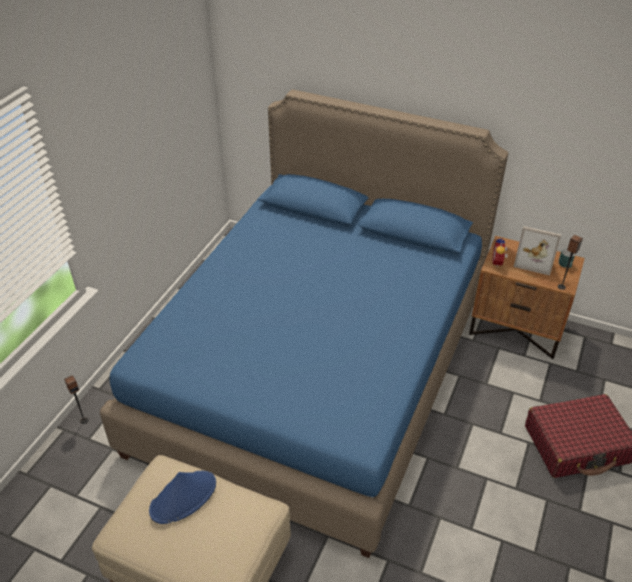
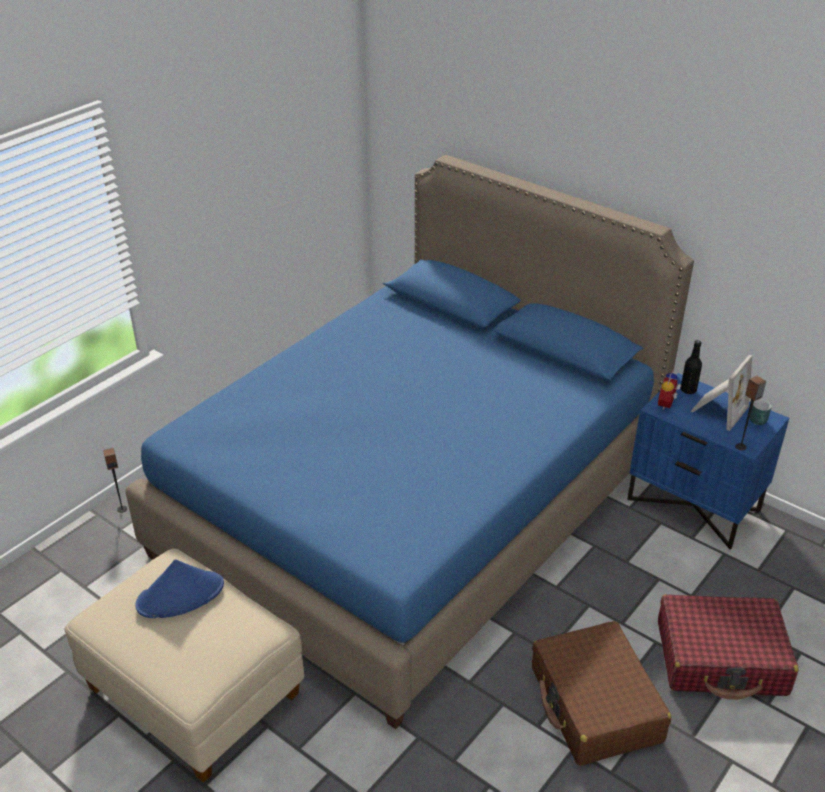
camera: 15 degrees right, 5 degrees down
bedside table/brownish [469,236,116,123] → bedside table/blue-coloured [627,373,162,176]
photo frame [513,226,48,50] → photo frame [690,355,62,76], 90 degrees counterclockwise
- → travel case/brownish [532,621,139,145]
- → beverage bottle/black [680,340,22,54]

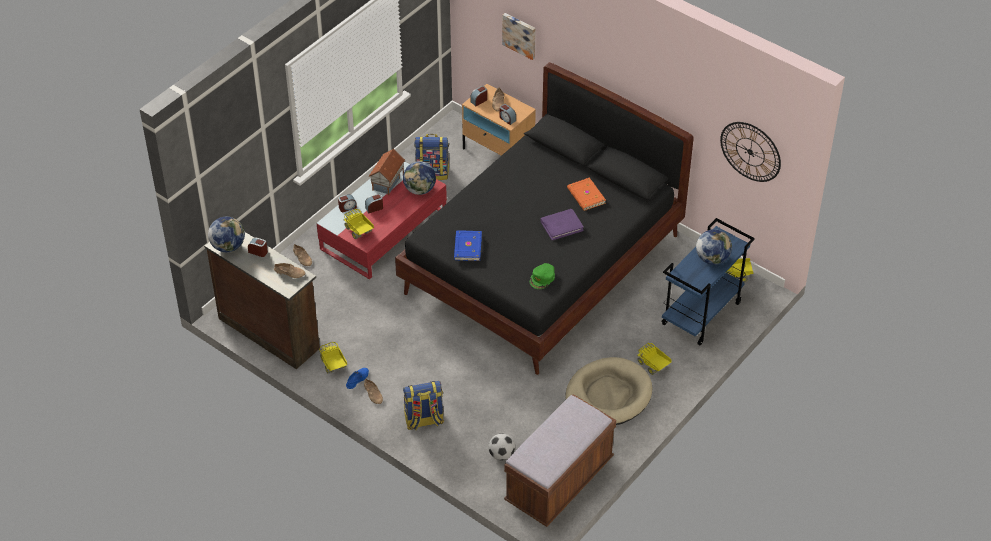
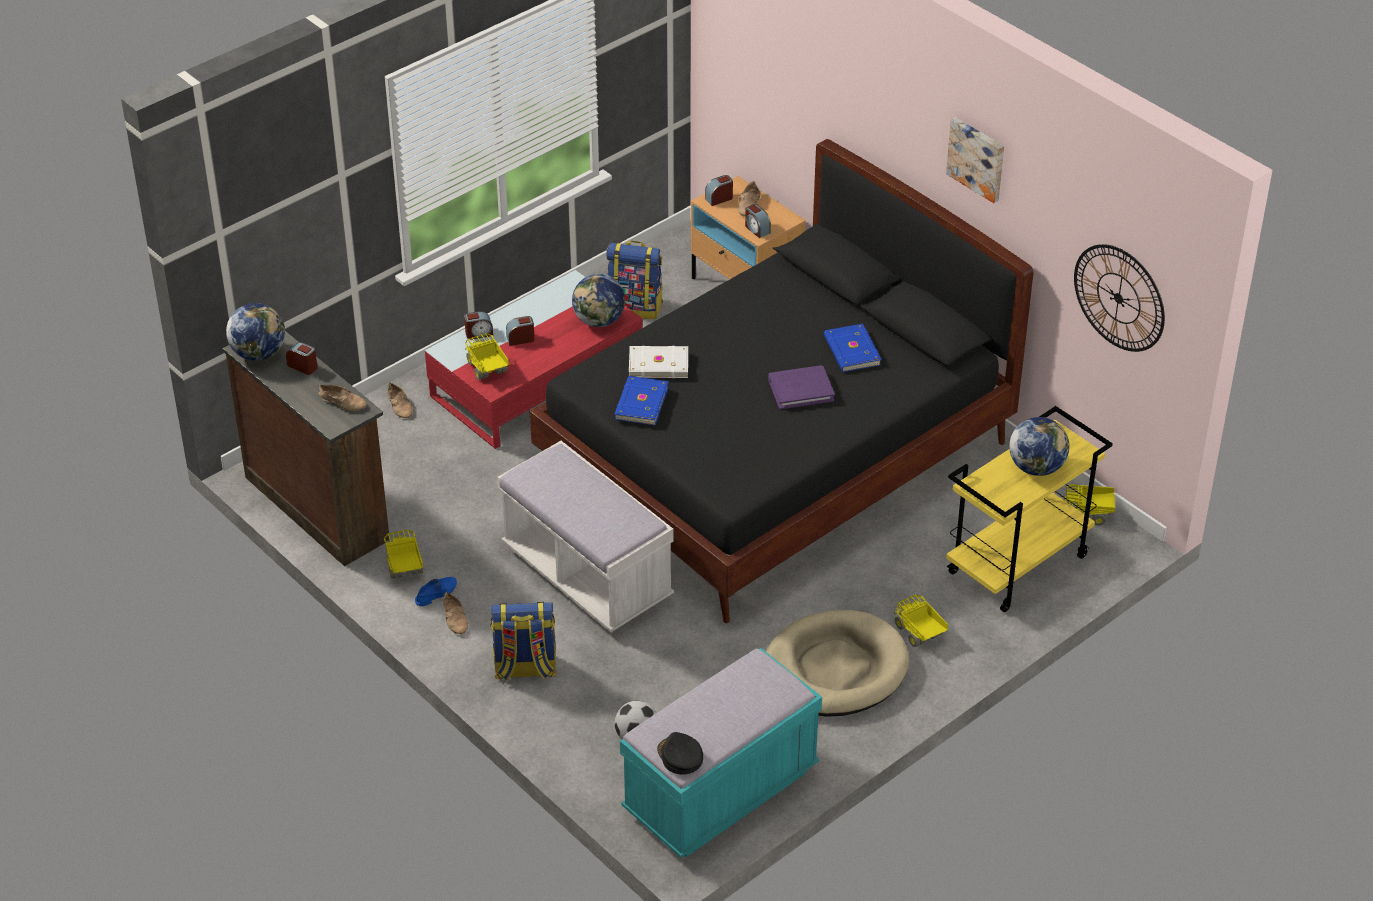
camera: 10 degrees right, 5 degrees down
miniature house [369,149,36,46] → -
wall picture [502,13,34,47] → wall picture [946,117,58,86], move
long seat/brownish [504,394,112,133] → long seat/turquoise [620,648,202,210]
cap/green-coloured [530,263,25,26] → -
volume/orangey [567,178,39,33] → volume/blue-coloured [824,324,58,48]
wheeled cart/blue-coloured [661,218,94,127] → wheeled cart/yellow-coloured [946,406,167,206]
- → long seat/whitish [497,441,177,191]
- → volume/whitish [629,346,59,32]
- → cap/black [657,732,46,43]

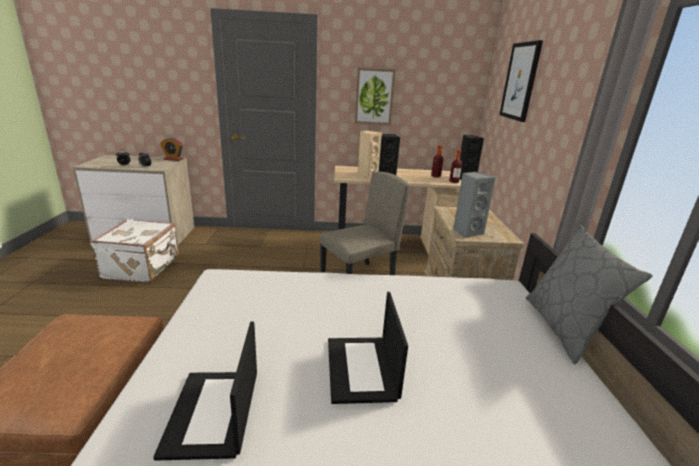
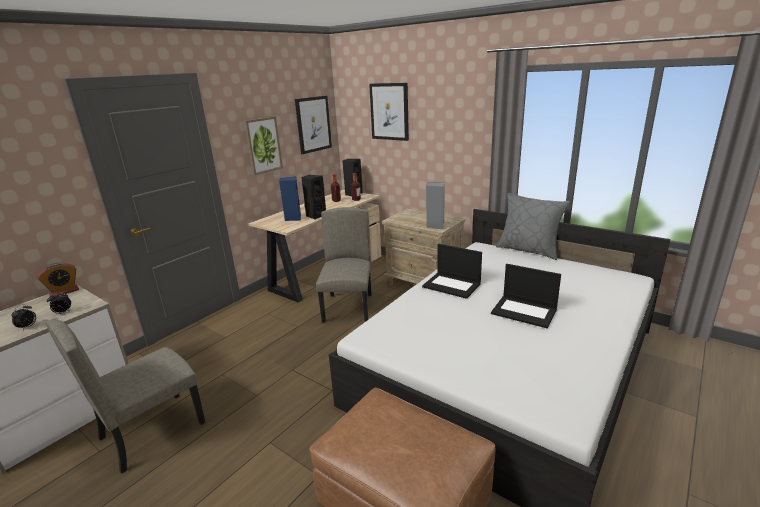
camera: 50 degrees left, 0 degrees up
travel case/whitish [90,219,89,64] → upright chair/beige [45,319,160,155]
notebook computer [153,321,104,140] → notebook computer [422,244,60,55], move
loudspeaker/beige [358,130,24,47] → loudspeaker/blue-coloured [279,176,22,45]
- → wall picture [295,96,37,58]

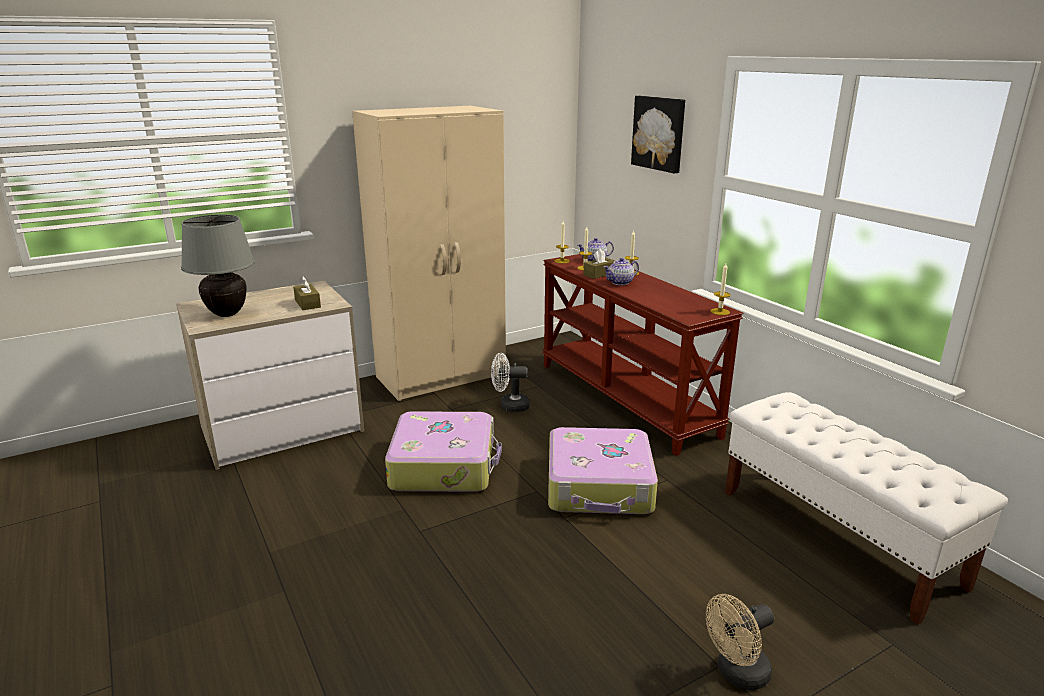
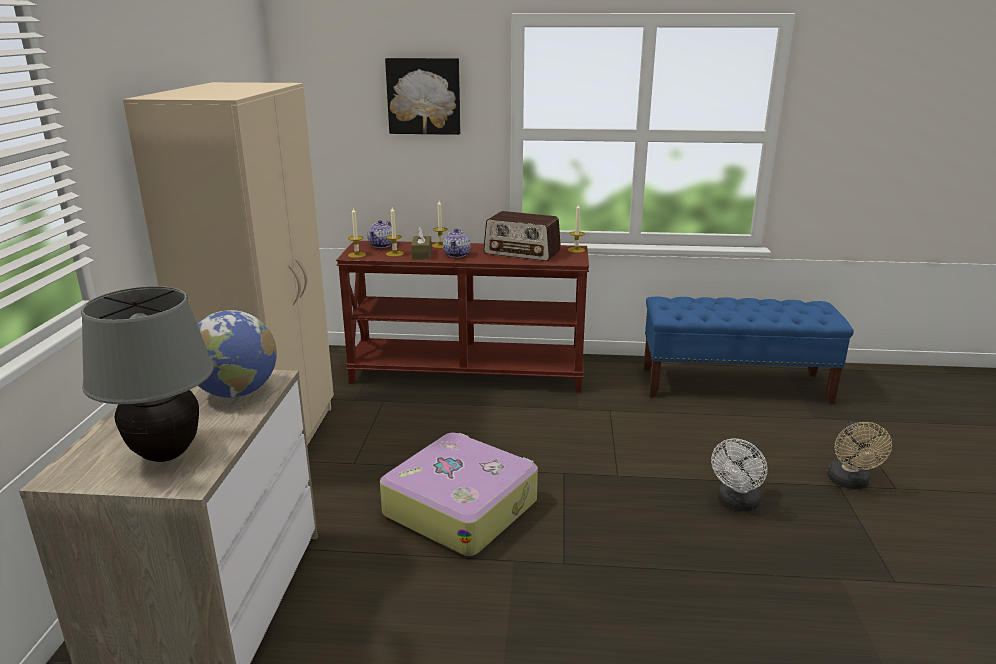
camera: 55 degrees left, 0 degrees up
tissue holder/brownish [293,276,28,34] → desk globe [197,310,80,88]
cooling fan/whitish [491,353,39,59] → cooling fan/whitish [711,439,57,73], move
travel case [548,427,110,87] → -
long seat/whitish [725,392,283,233] → long seat/blue-coloured [643,296,211,108]
- → radio set [483,211,78,50]

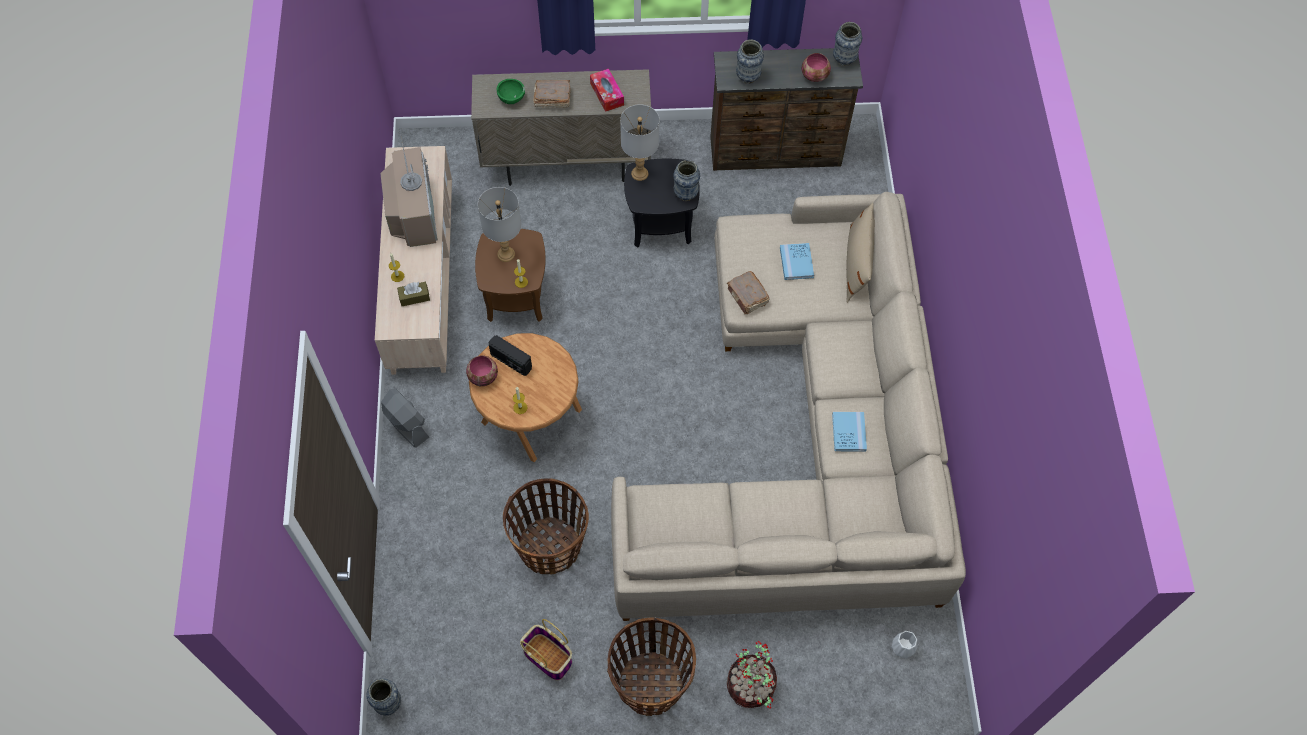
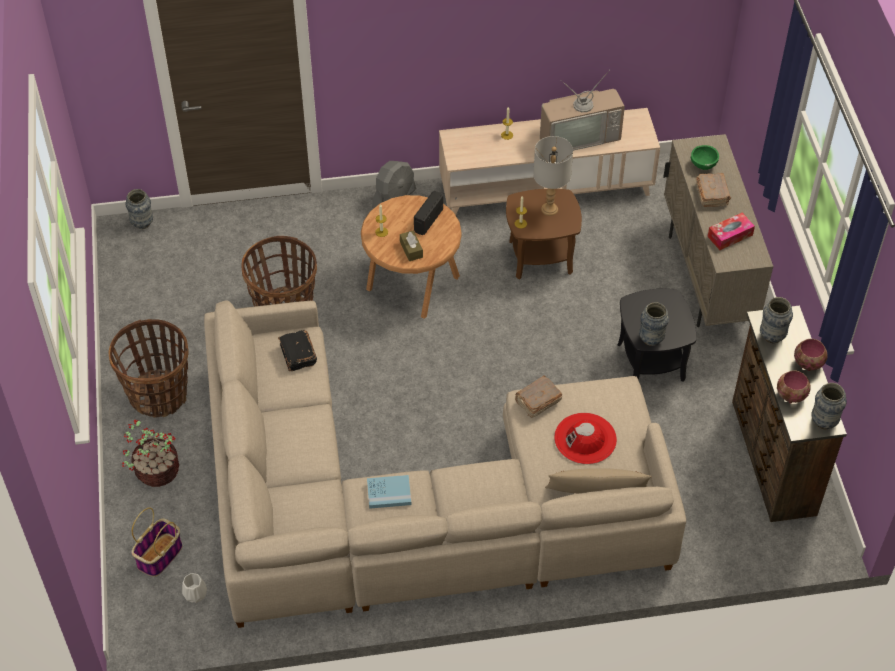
camera: 85 degrees right, 10 degrees down
tissue holder/brownish [397,282,33,24] → tissue holder/brownish [400,231,23,30], move
deep dish [466,356,32,30] → deep dish [794,339,34,32], move
basket [520,619,52,61] → basket [132,507,50,70], move
table lamp/greyish [620,104,39,77] → -
volume/blue-coloured [780,243,34,37] → hat/red-coloured [554,413,63,51]
- → volume/black [278,330,39,41]

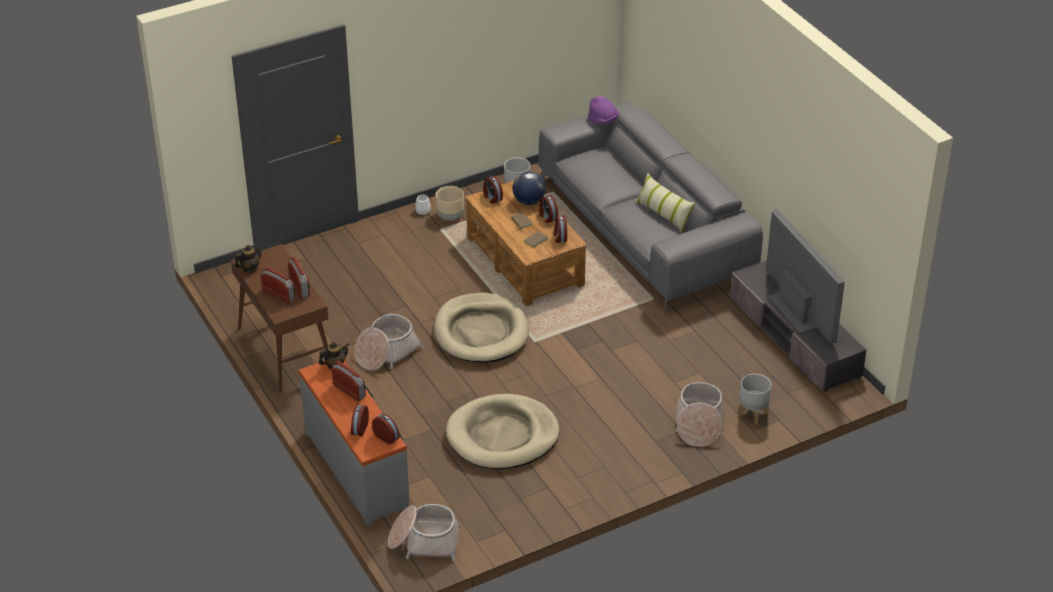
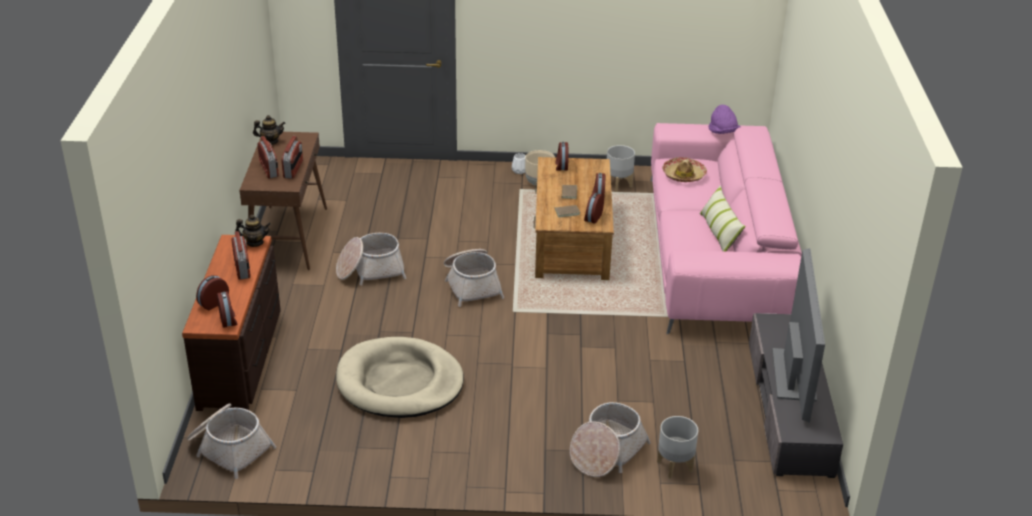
camera: 30 degrees right, 5 degrees down
drawer chest/greyish [299,361,110,165] → drawer chest/brownish [182,235,99,176]
dog cushion/beige [434,293,95,70] → basket [444,249,60,58]
desk globe [513,172,33,33] → -
settee/greyish [539,102,224,212] → settee/pinkish [650,123,152,211]
- → hat [662,157,45,25]

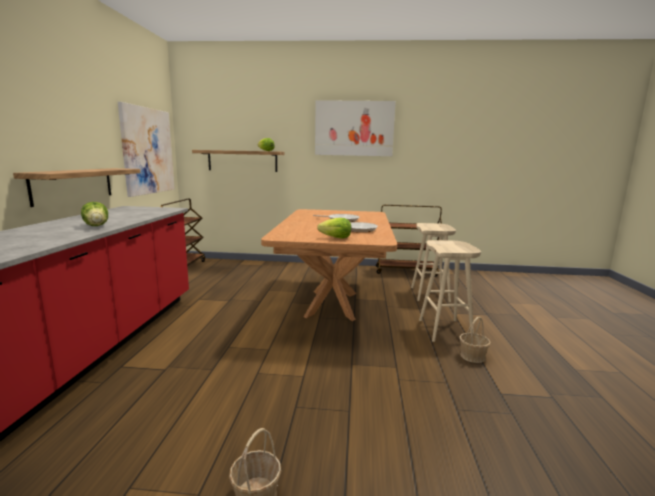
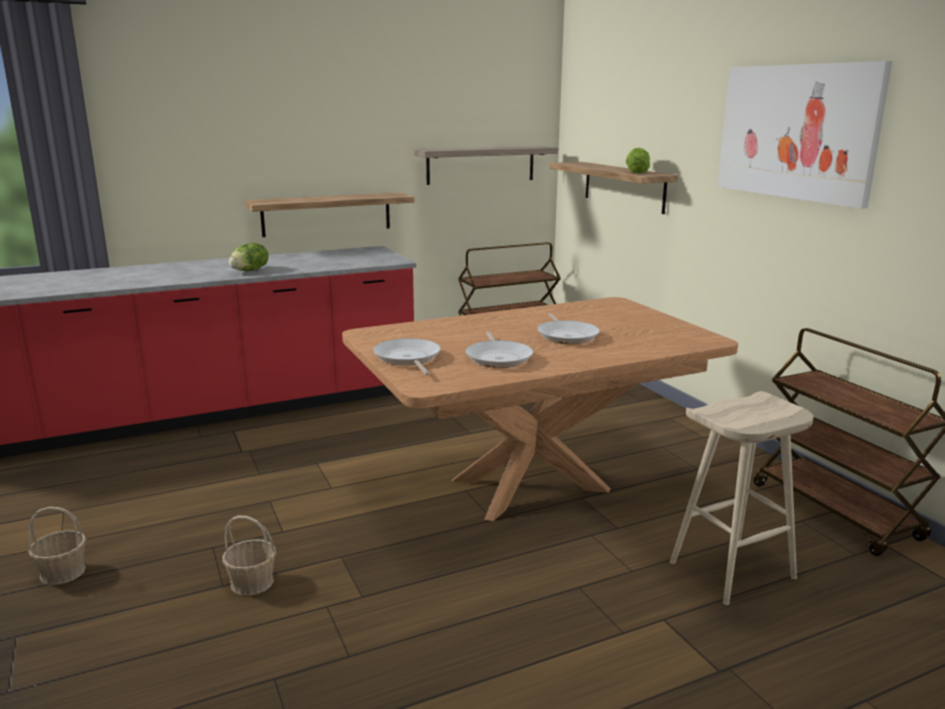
camera: 60 degrees right, 5 degrees up
wall picture [118,102,57,95] → bracket shelf [414,146,144,39]
lettuce head [317,218,34,21] → pan [373,338,68,38]
stool seat/beige [419,240,62,102] → -
basket [459,317,32,46] → basket [222,516,54,80], move

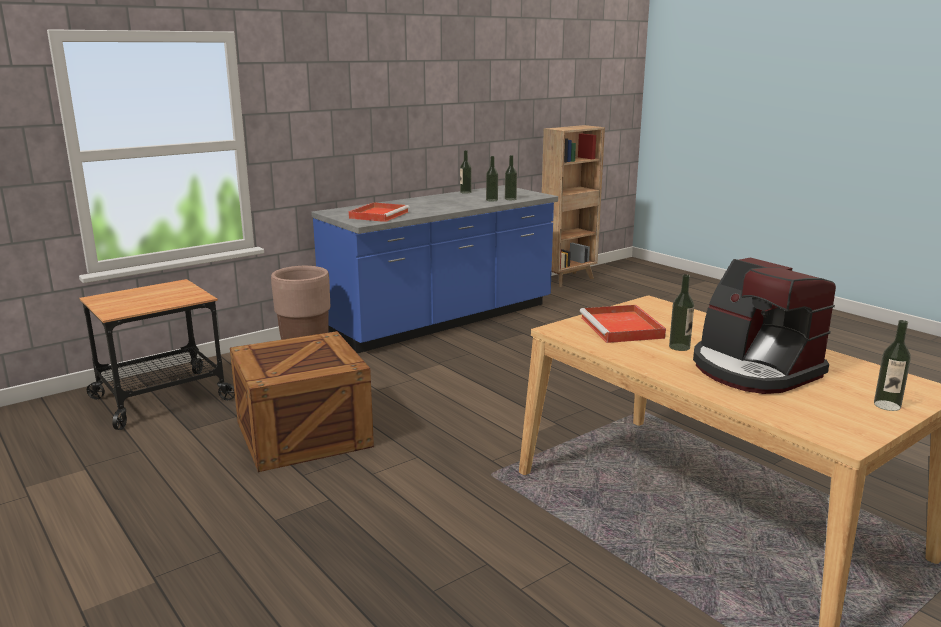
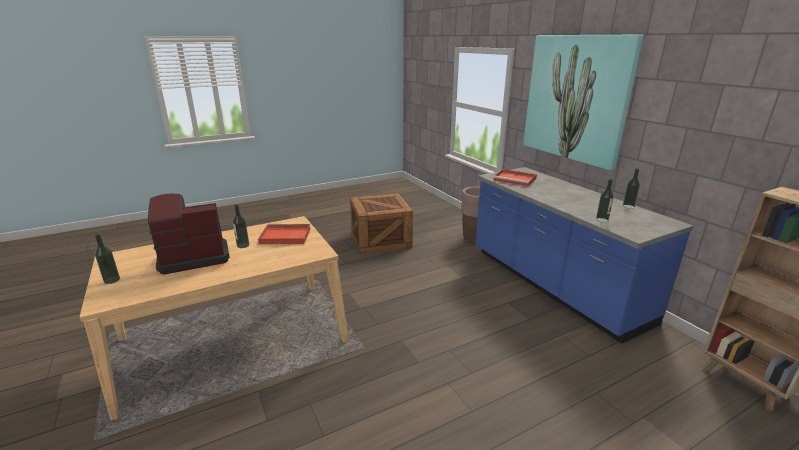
camera: 100 degrees right, 5 degrees up
wheeled cart [79,279,156,151] → -
beverage bottle [486,156,12,45] → -
- → wall picture [523,35,120,136]

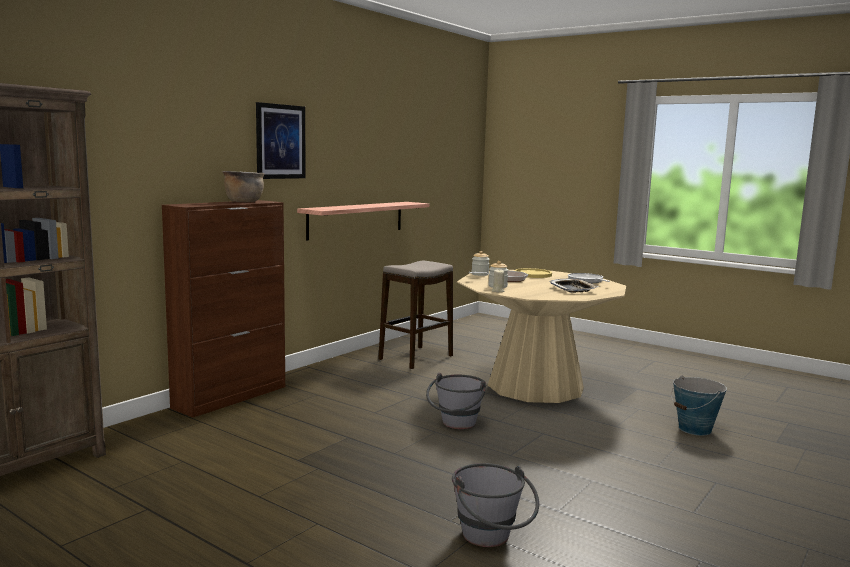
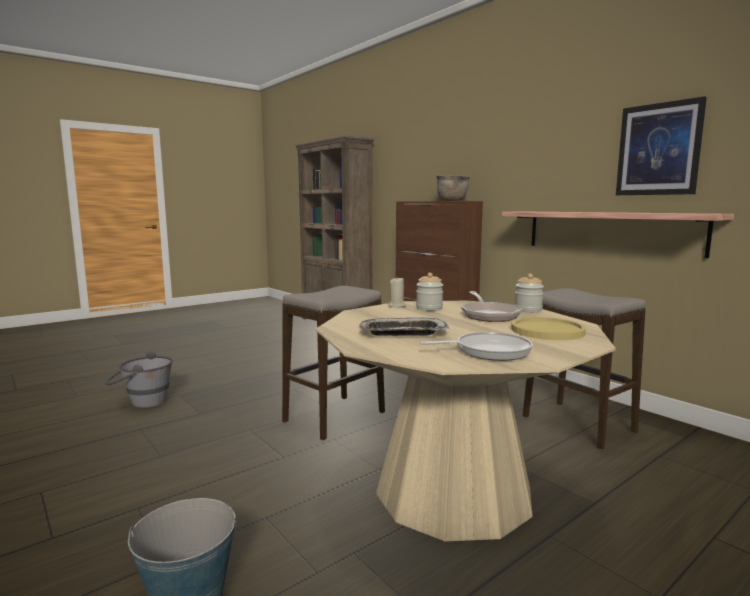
camera: 105 degrees right, 0 degrees up
wall picture [256,102,50,77] → wall picture [616,96,91,99], move
water bucket/greyish [426,373,61,56] → stool seat [282,286,103,154]

